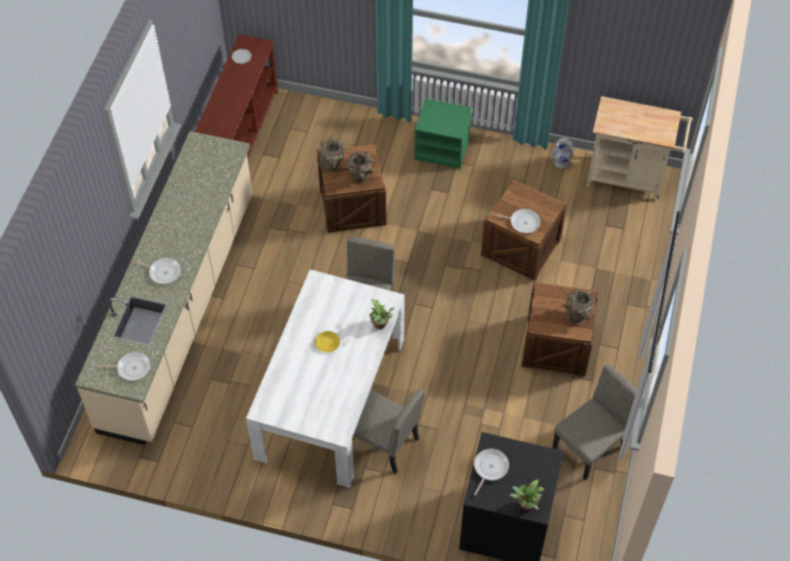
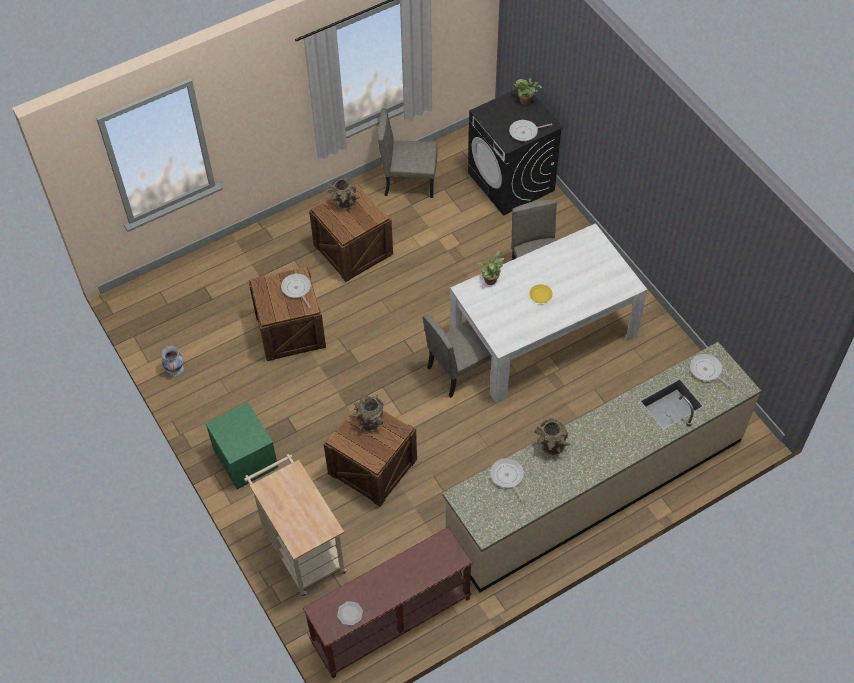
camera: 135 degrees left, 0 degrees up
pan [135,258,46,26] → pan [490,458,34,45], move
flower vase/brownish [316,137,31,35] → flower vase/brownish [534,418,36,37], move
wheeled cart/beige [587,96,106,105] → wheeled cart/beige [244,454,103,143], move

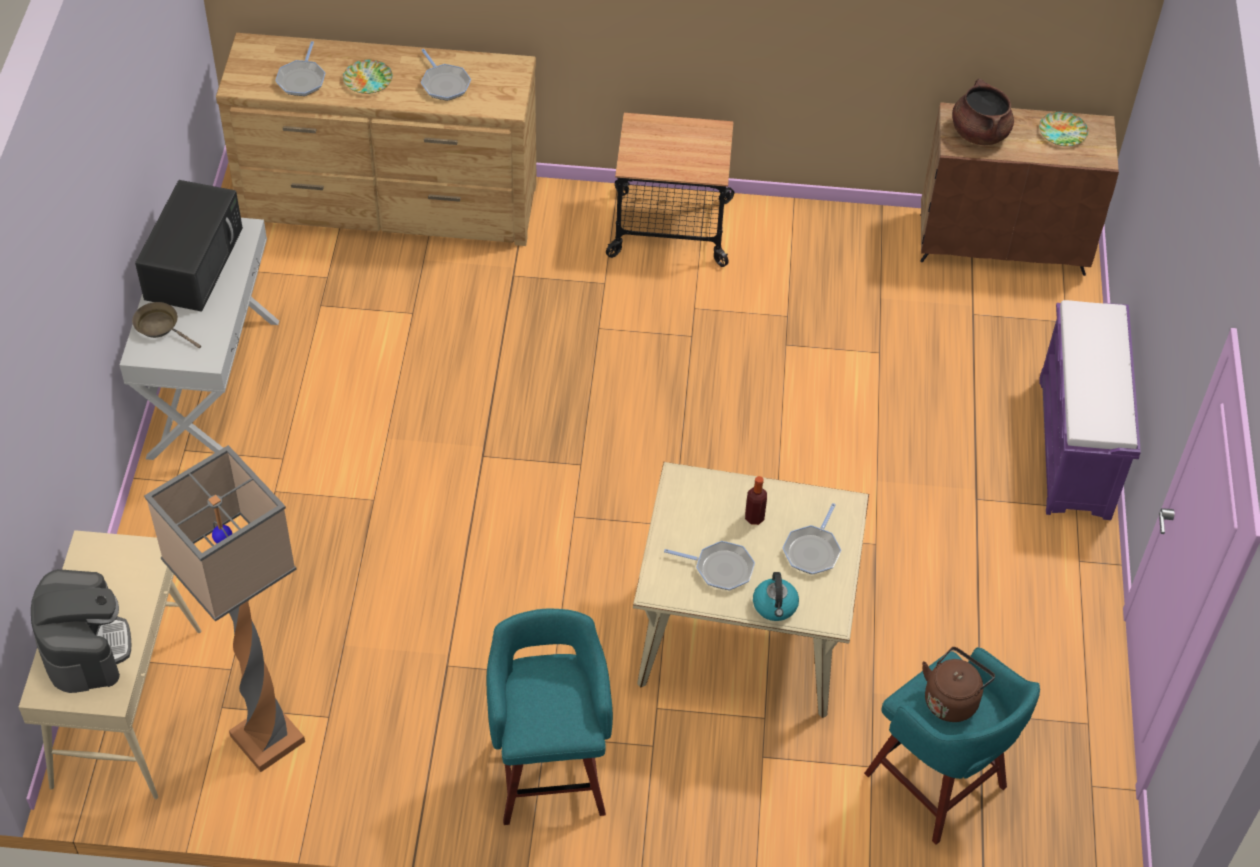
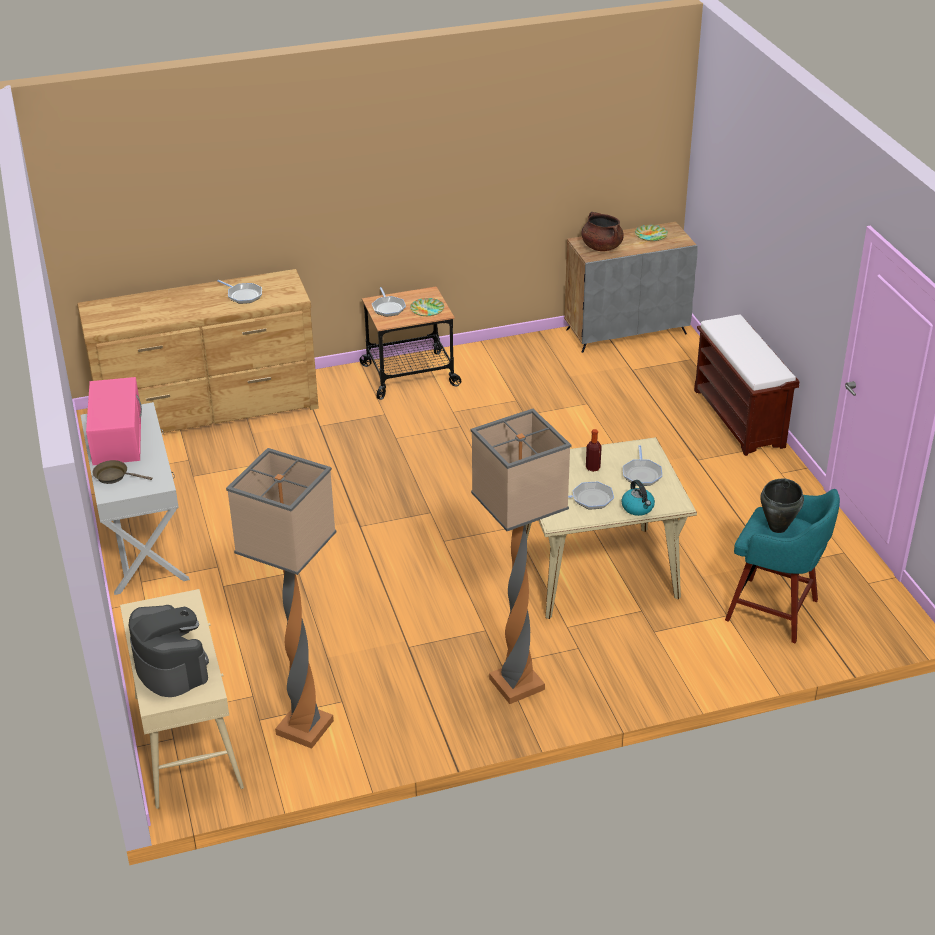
camera: 20 degrees left, 15 degrees down
microwave oven/black [135,180,108,132] → microwave oven/pinkish [86,377,56,88]
pan [275,41,51,55] → pan [372,287,34,30], move
flat dish [343,60,50,34] → flat dish [410,298,34,18], move
stool seat/turquoise [486,609,127,216] → floor lamp [471,409,100,295]
cupboard/brownish [920,102,199,174] → cupboard/greyish [564,222,134,131]
tea kettle/brownish [922,647,73,75] → saucepot/black [760,478,44,55]
long seat/purple-coloured [1039,300,102,220] → long seat/brownish [694,315,106,141]

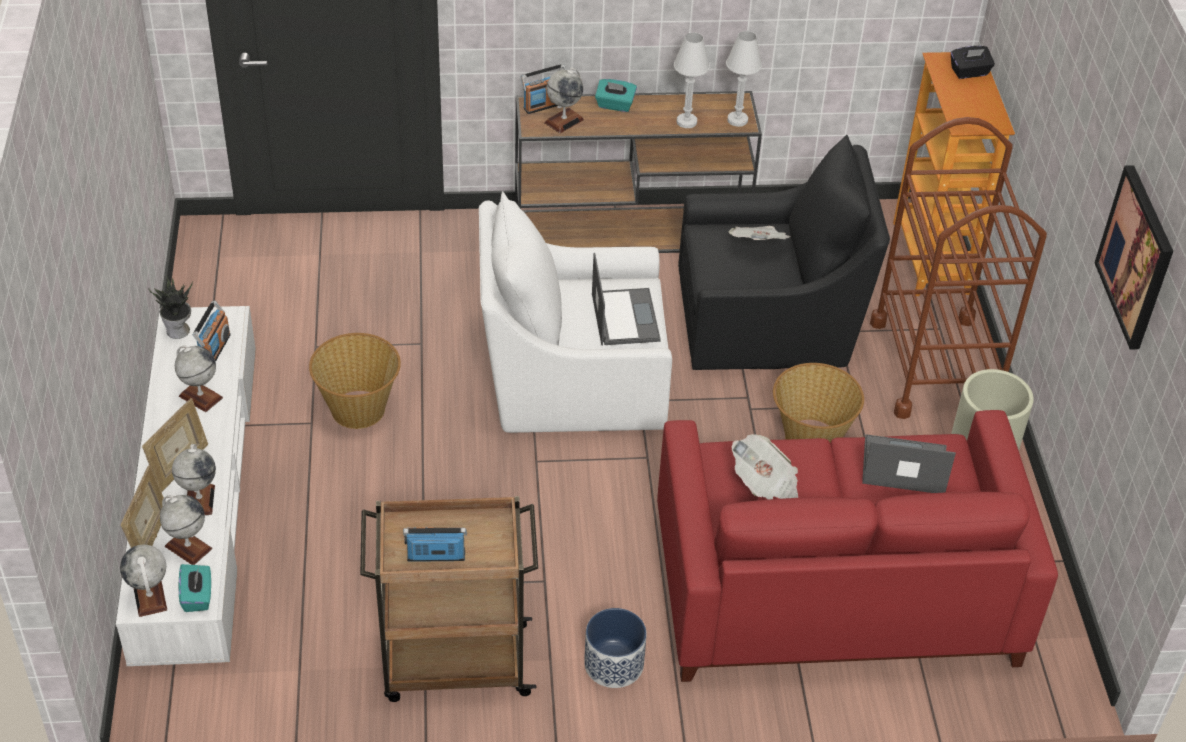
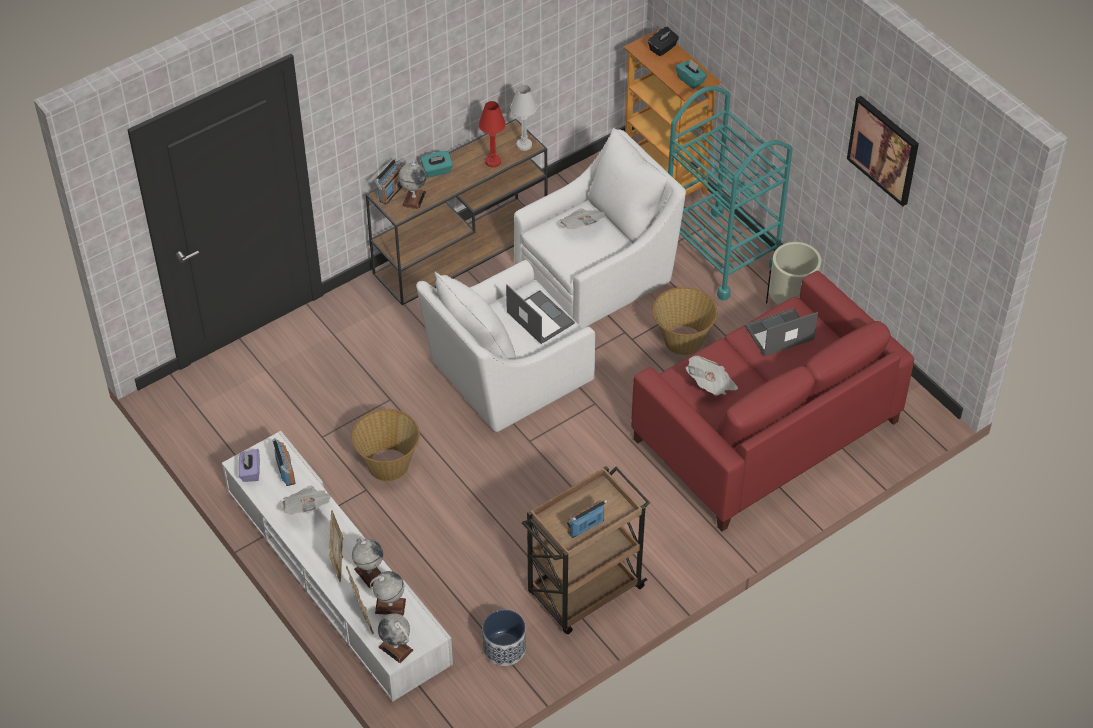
camera: 30 degrees left, 5 degrees up
houseplant [149,275,44,64] → tissue holder/purple-coloured [239,449,21,33]
desk globe [175,345,48,67] → newspaper [282,486,49,28]
tissue holder/turquoise [179,564,32,48] → tissue holder/turquoise [676,59,31,30], move
flower pot [584,608,63,80] → flower pot [482,609,44,57], move
table lamp/whitish [674,32,36,96] → table lamp/red-coloured [479,101,27,66]
armchair/black [678,135,212,235] → armchair/whitish [514,128,172,201]
wheeled cart/brownish [870,117,177,302] → wheeled cart/turquoise [668,86,125,215]

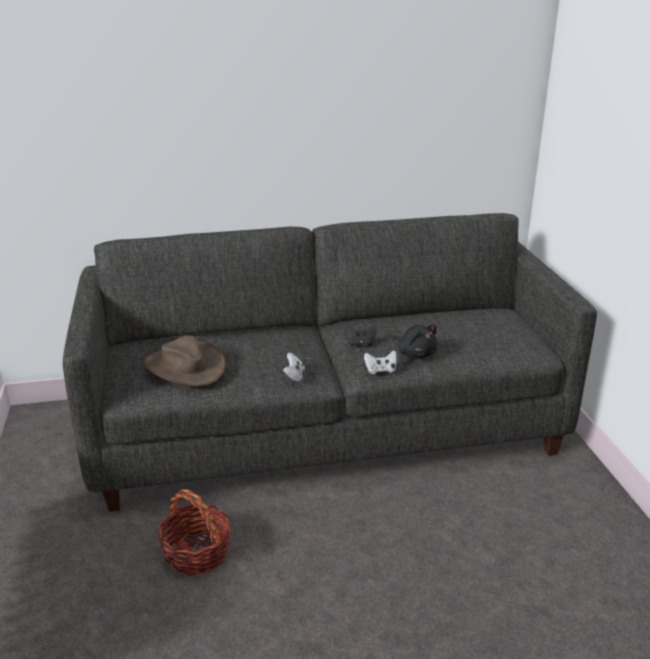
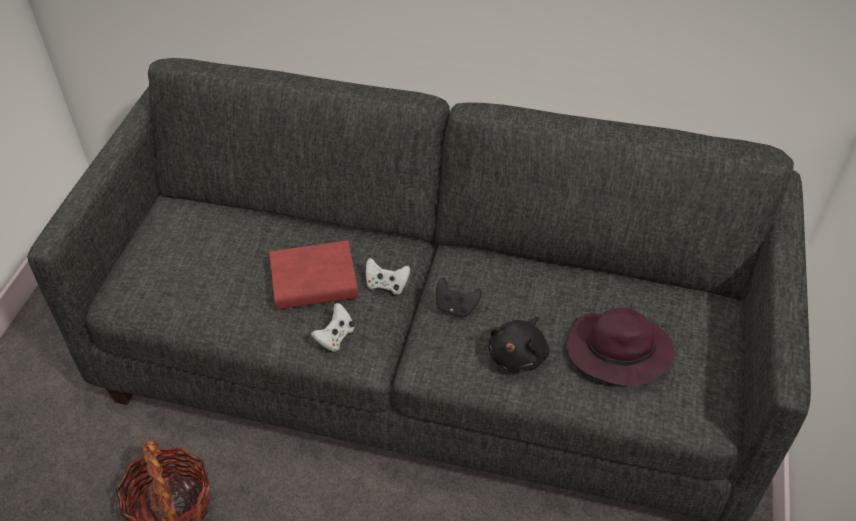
camera: 25 degrees right, 20 degrees up
hat/brownish [144,336,82,50] → -
joypad/whitish [364,350,33,24] → joypad/whitish [366,258,44,36], move
plush toy/black [393,324,45,34] → plush toy/black [488,317,61,56], 45 degrees clockwise
- → volume/red-coloured [269,240,89,70]
- → hat/purple-coloured [567,308,107,78]

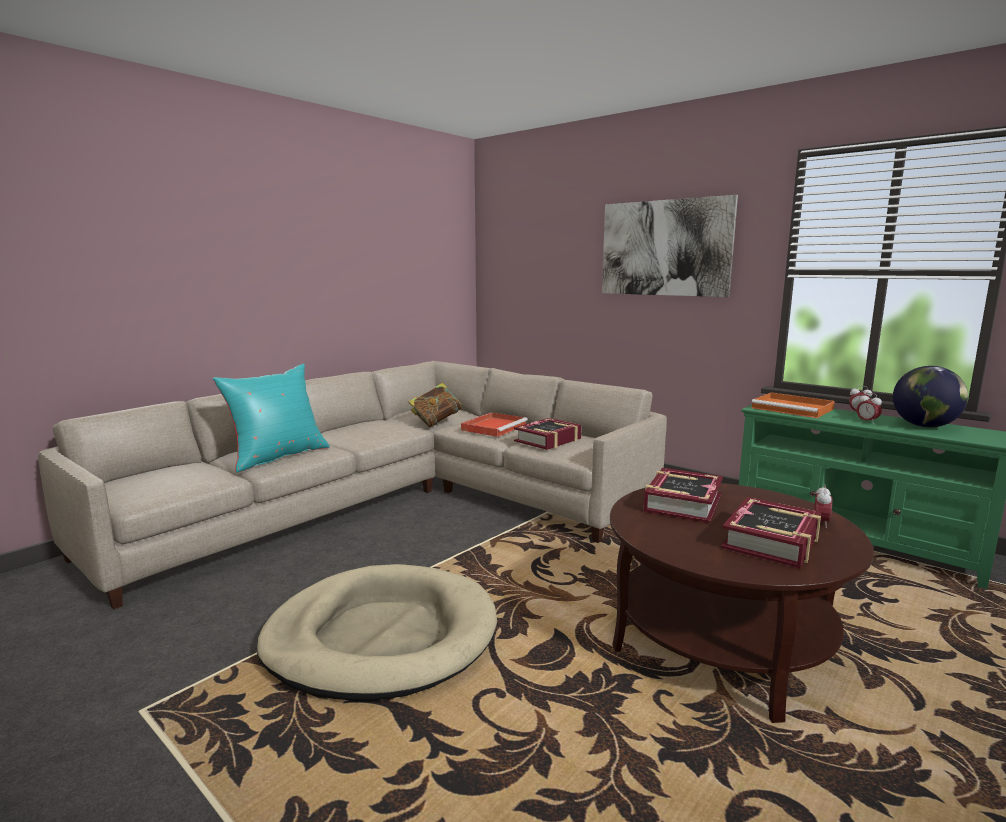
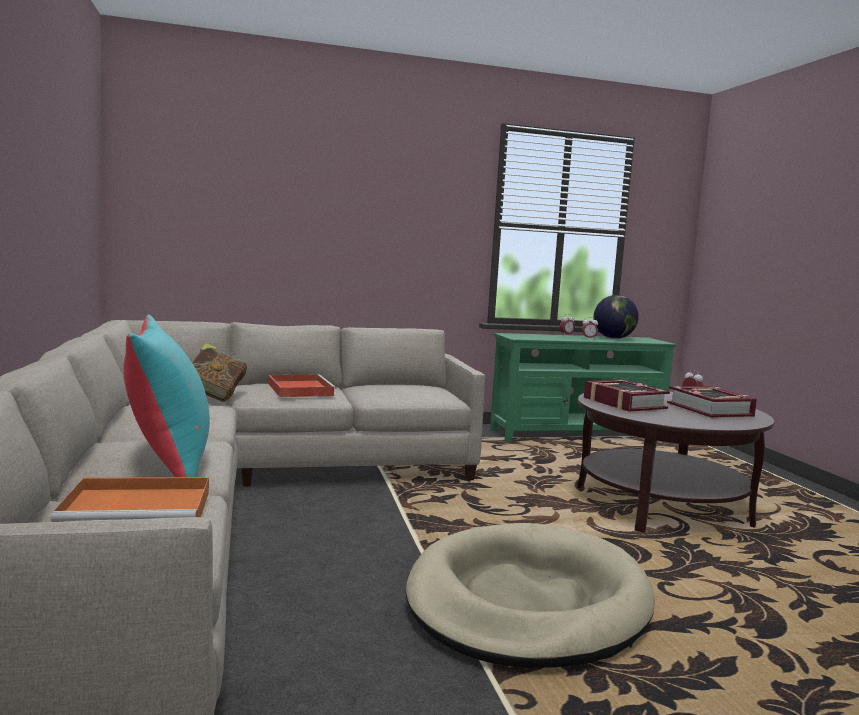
camera: 55 degrees left, 5 degrees down
volume [514,418,68,32] → -
wall picture [602,195,136,102] → -
carrying tray/orangey [751,392,84,26] → carrying tray/orangey [50,477,159,45], move

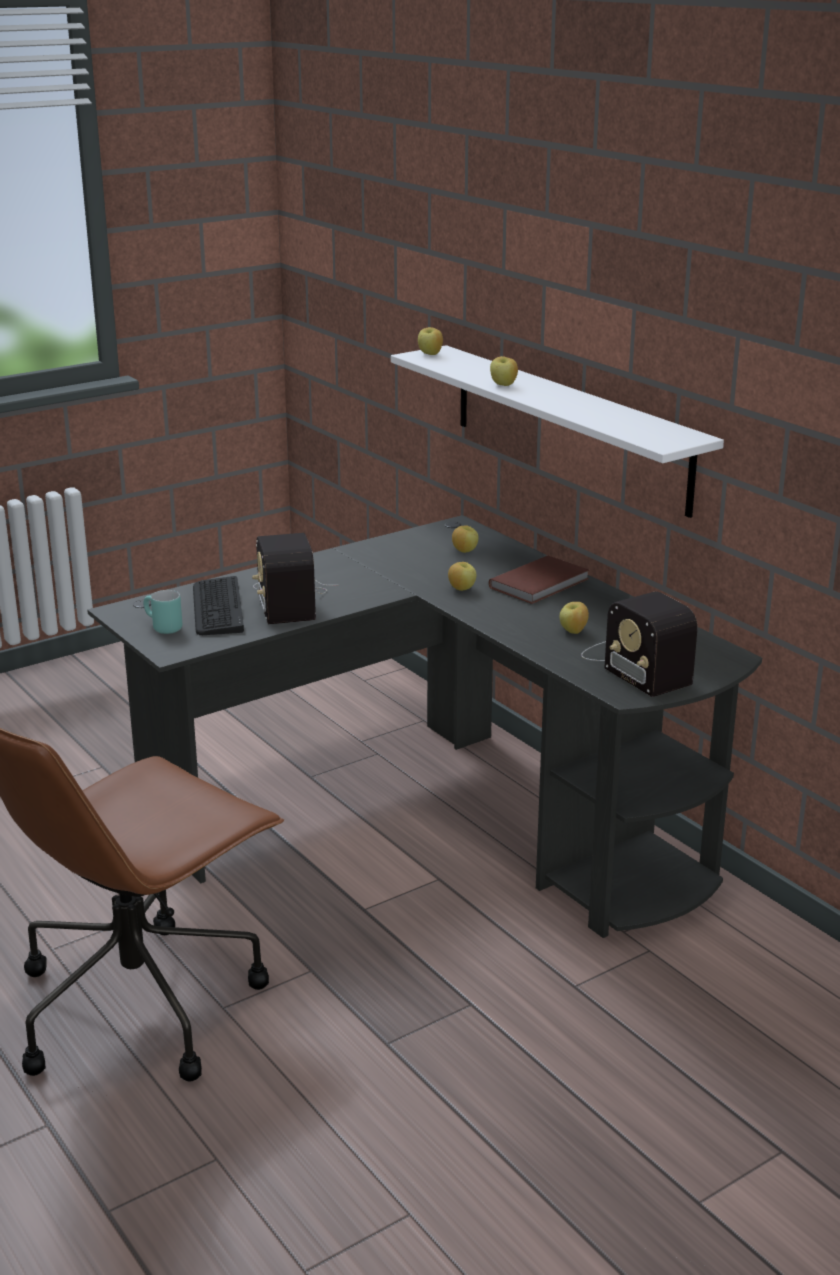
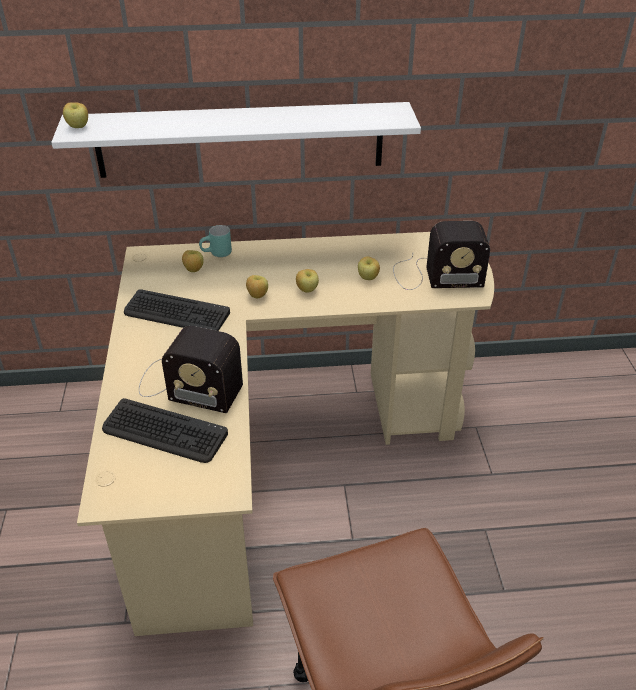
camera: 60 degrees left, 15 degrees up
desk unit/black [87,515,675,423] → desk unit/beige [77,232,417,404]
tea mug/turquoise [143,590,39,44] → tea mug/turquoise [199,225,33,32], move
volume/brownish [489,556,100,48] → -
apple fruit [490,356,28,30] → apple fruit [296,269,23,24], move
- → computer keyboard [124,289,106,42]

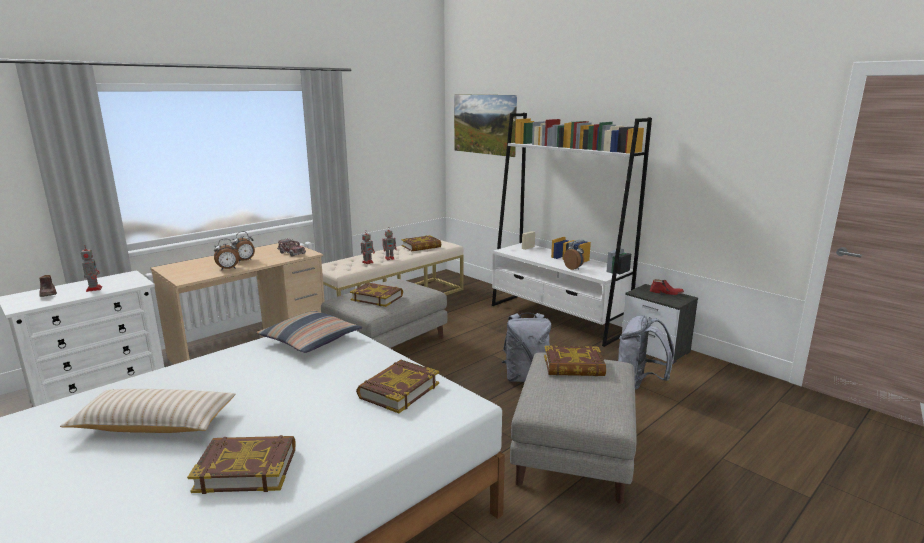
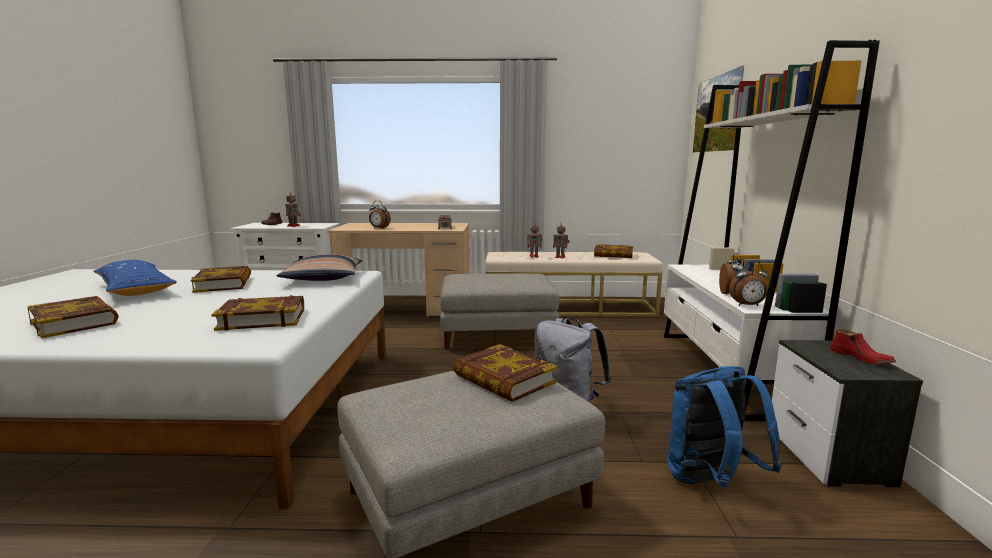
camera: 45 degrees right, 5 degrees down
throw pillow/beige [60,389,176,44] → throw pillow/blue-coloured [94,260,83,36]
bedside clock [232,231,23,31] → bedside clock [729,261,40,45], move
volume [350,283,53,24] → volume [191,266,60,27], move
knapsack/greyish [618,315,56,75] → knapsack/blue-coloured [667,366,115,121]

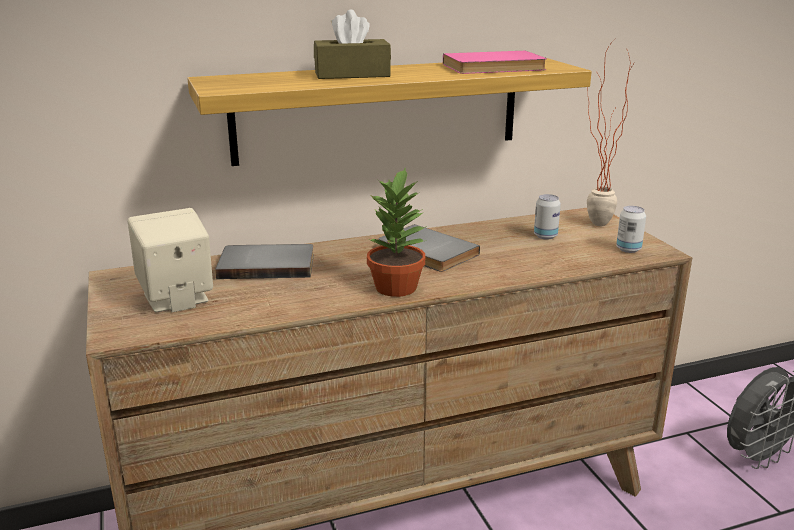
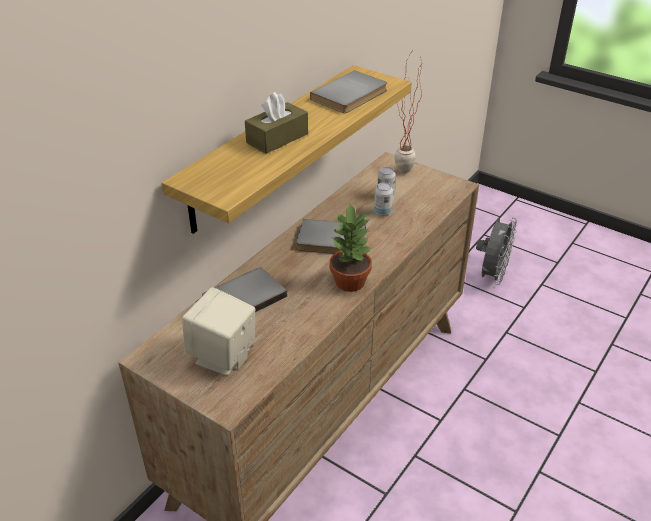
camera: 35 degrees left, 15 degrees up
volume/pinkish [443,51,104,23] → volume/greyish [310,70,77,43]
sealed can [616,206,30,47] → sealed can [374,182,19,34], move

